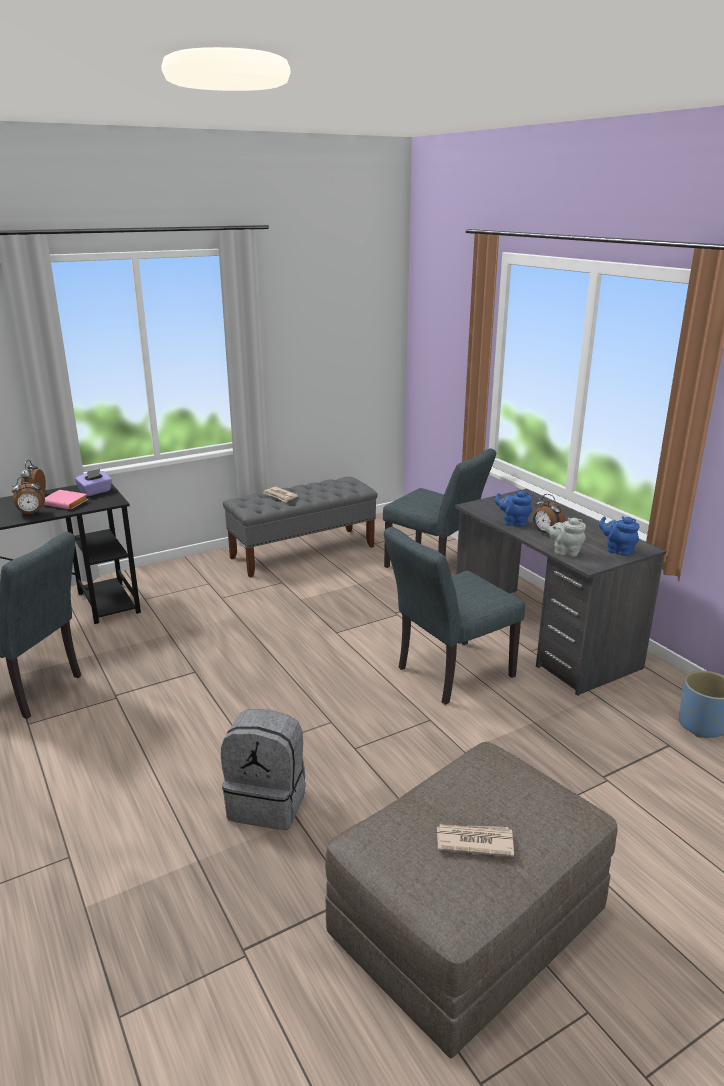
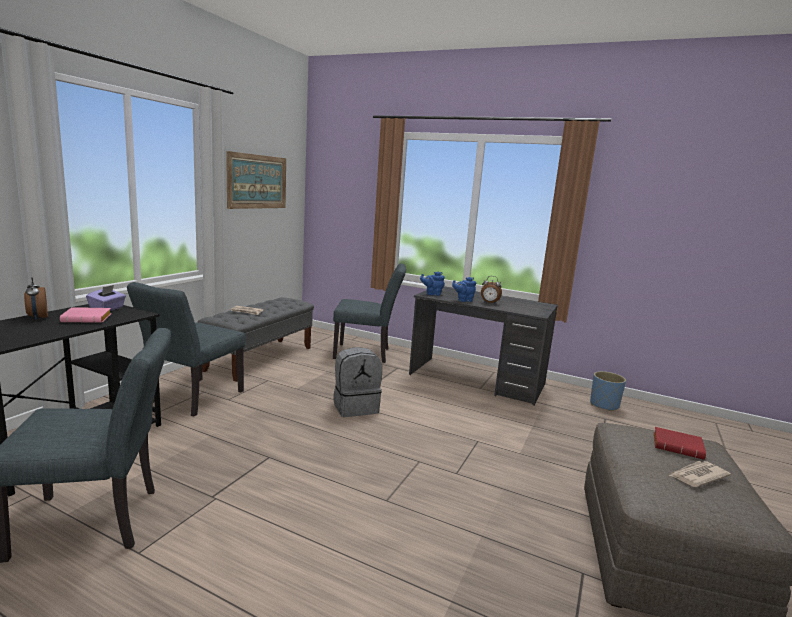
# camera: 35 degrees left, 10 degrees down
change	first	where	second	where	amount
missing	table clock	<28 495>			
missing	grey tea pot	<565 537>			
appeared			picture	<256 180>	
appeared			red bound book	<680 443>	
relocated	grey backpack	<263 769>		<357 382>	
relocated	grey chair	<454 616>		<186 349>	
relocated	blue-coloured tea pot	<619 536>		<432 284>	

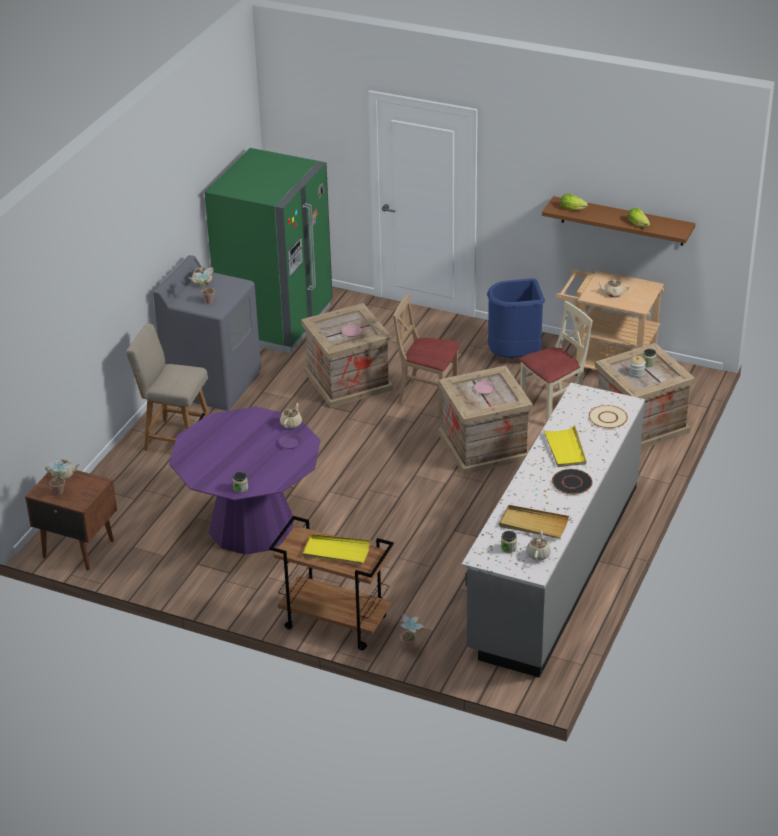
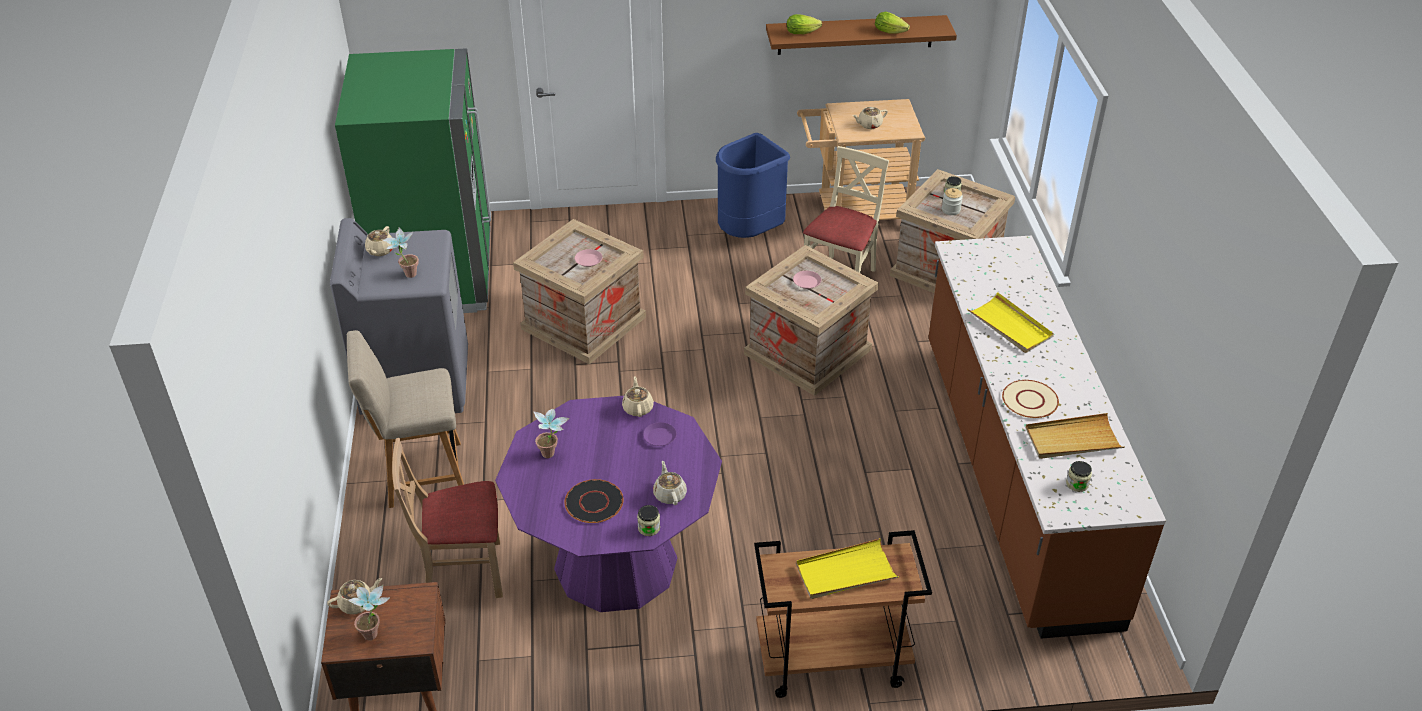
# camera: 30 degrees left, 5 degrees up
change	first	where	second	where	amount
relocated	sand-coloured chair	<426 354>		<447 518>	
relocated	houseplant	<412 631>		<551 433>	
relocated	sand-coloured tea pot	<538 545>		<670 483>	
relocated	black-coloured plate	<572 482>		<594 501>	
relocated	sand-coloured plate	<608 417>		<1030 399>	
colour	grey kitchen counter	<553 530>	brown-coloured kitchen counter	<1047 437>	

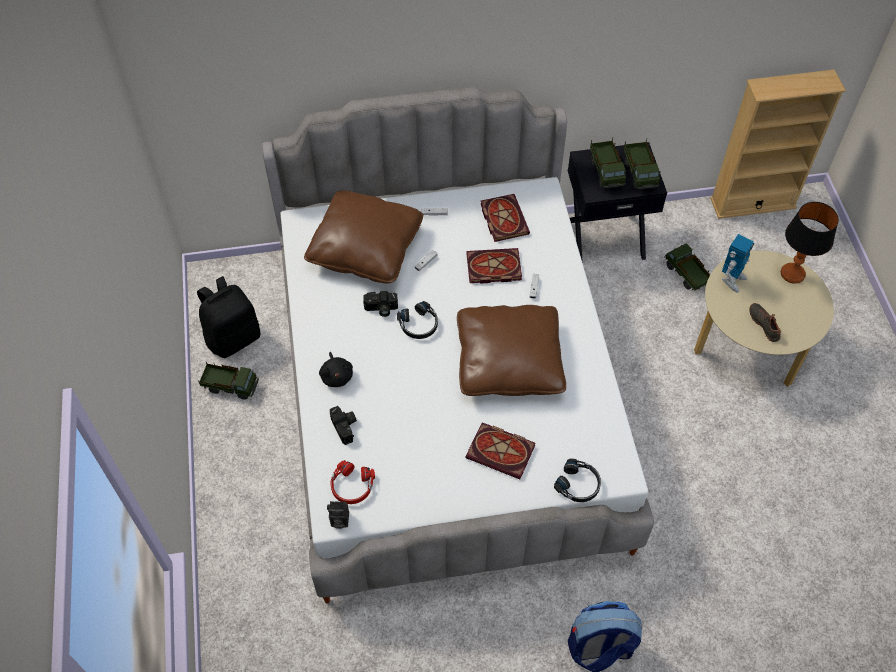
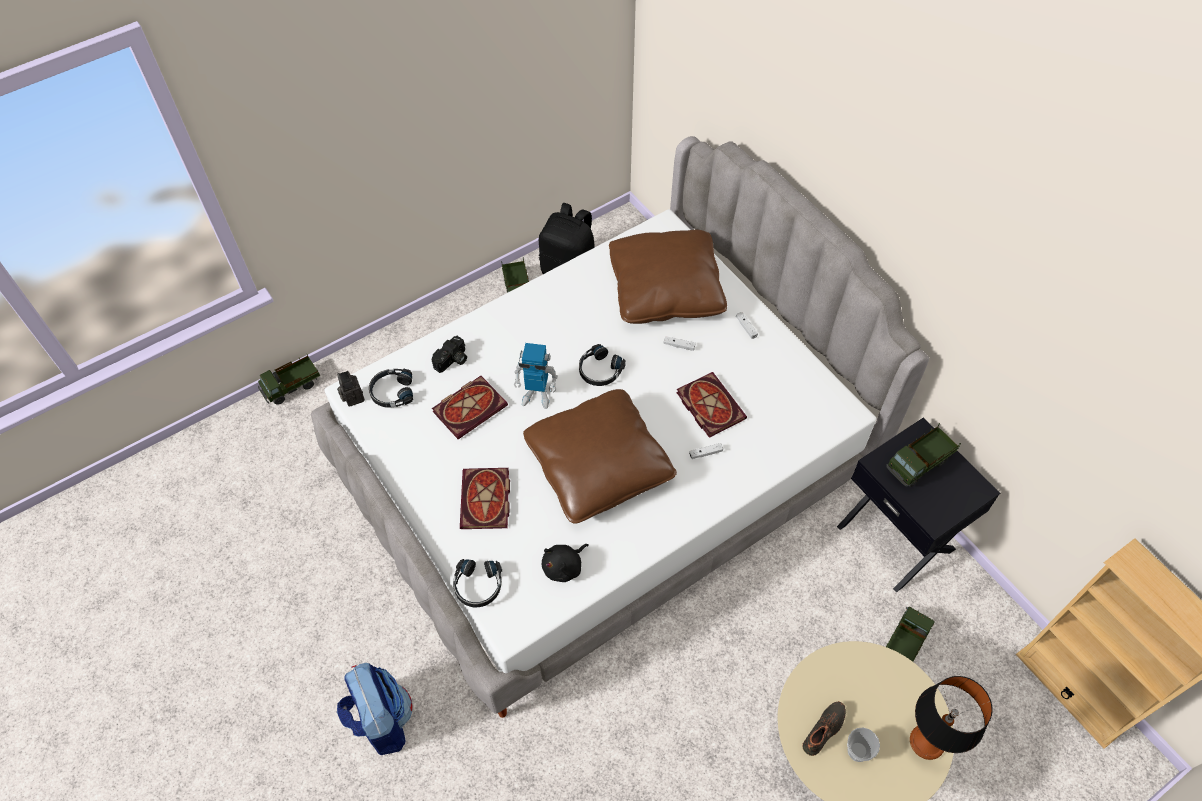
# camera: 65 degrees right, 0 degrees up
change	first	where	second	where	amount
missing	still camera	<380 304>			
appeared			cup	<863 745>	
relocated	black-coloured plush toy	<336 369>		<565 563>	
relocated	bound book	<505 218>		<470 407>	
relocated	toy truck	<642 164>		<289 379>	
relocated	robot figure	<738 263>		<535 376>	
colour	red pair of headphones	<352 482>	black-coloured pair of headphones	<391 388>	

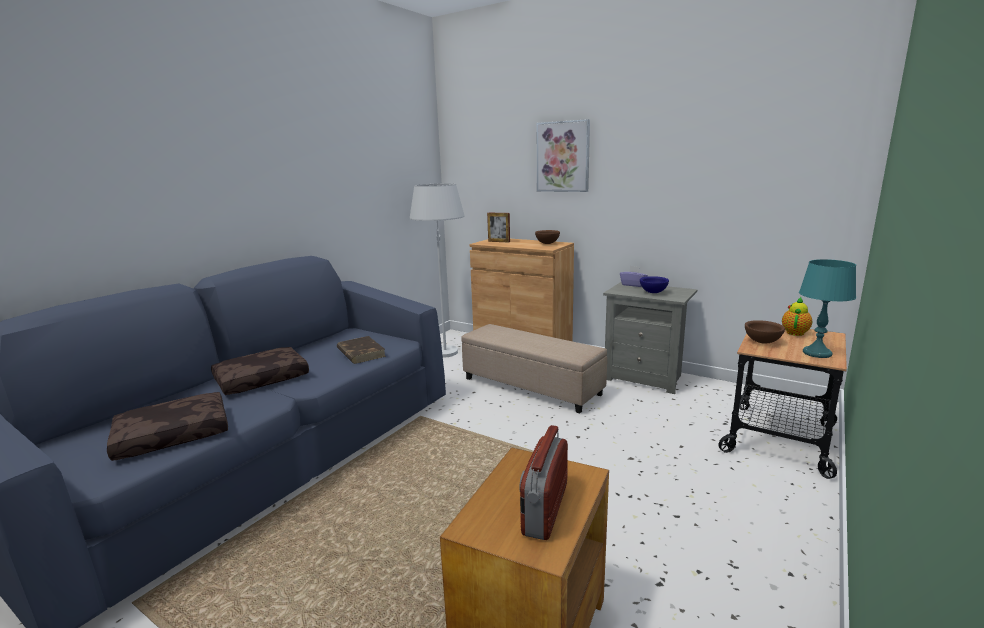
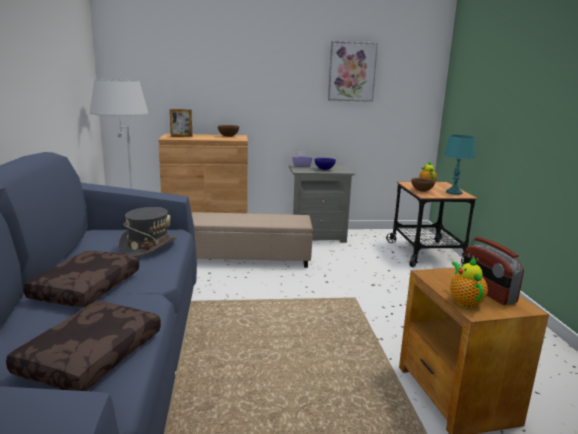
# camera: 40 degrees left, 0 degrees up
change	first	where	second	where	amount
appeared			tea pot	<469 282>	
relocated	picture	<563 155>		<353 71>	
exchanged	brown-coloured bound book	<361 350>	grey clothing hat	<148 232>	

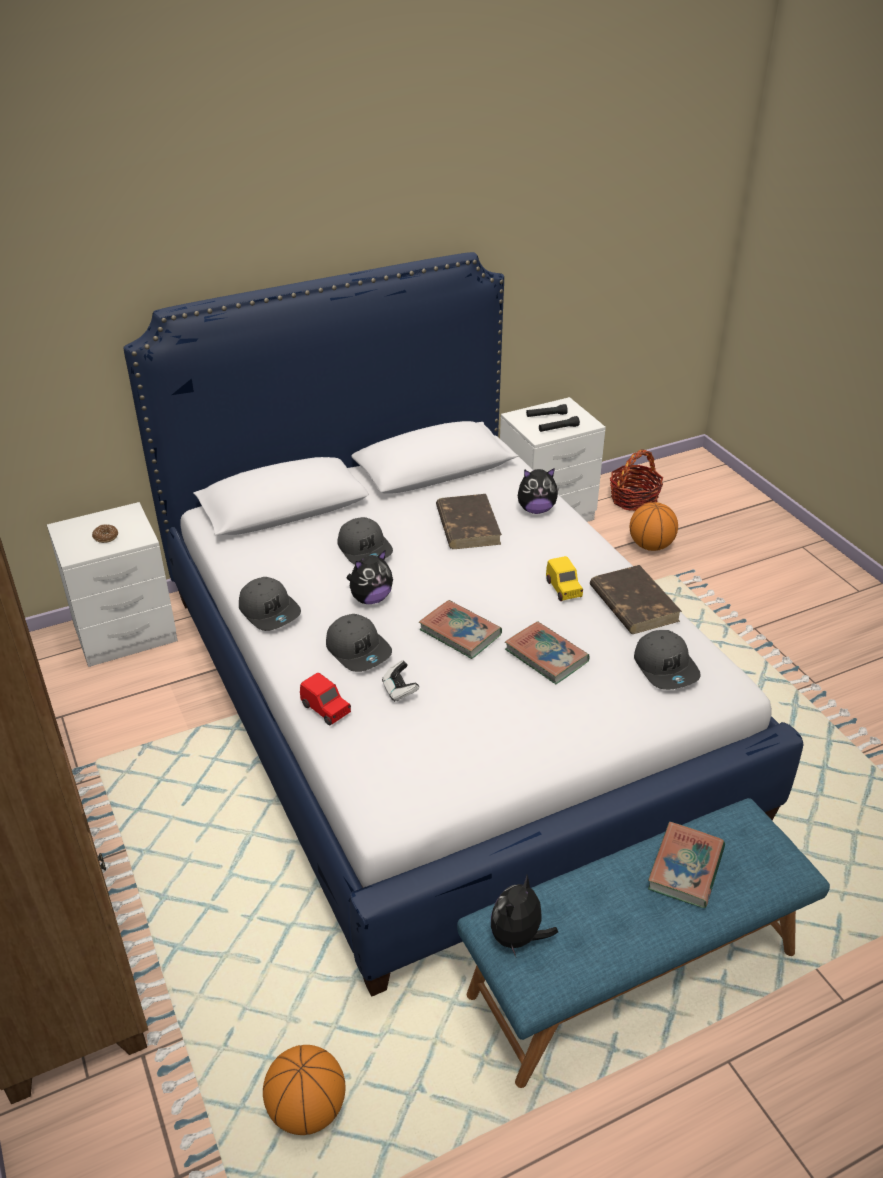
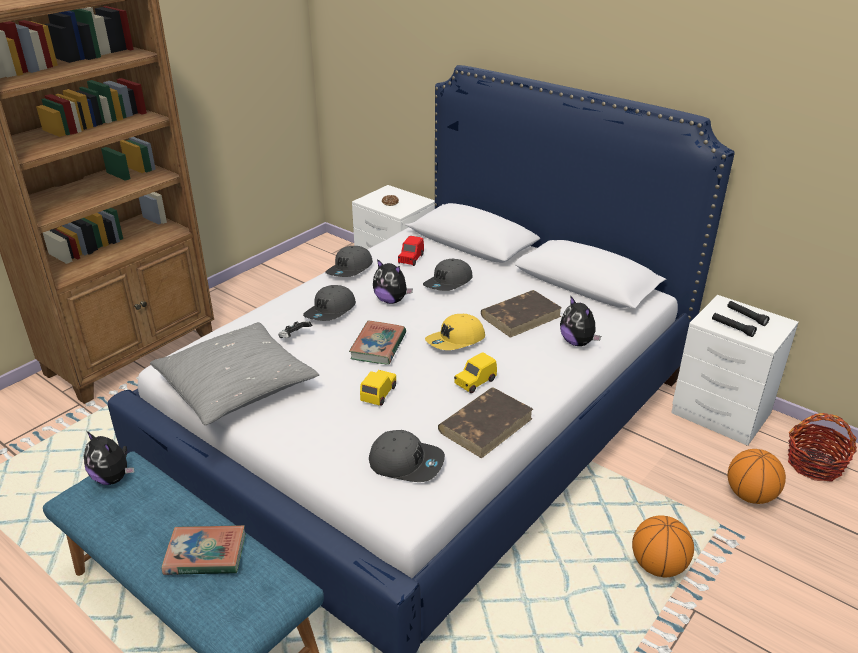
# camera: 65 degrees right, 5 degrees down
change	first	where	second	where	amount
appeared			grey pillow	<234 373>	
appeared			yellow baseball cap	<455 332>	
relocated	basketball ball	<304 1090>		<663 546>	
relocated	red toy car	<325 699>		<411 251>	
exchanged	bound book	<547 652>	yellow toy car	<378 387>	
spun	plush toy	<524 916>		<109 458>	150 degrees counterclockwise
spun	grey baseball cap	<667 660>		<407 456>	120 degrees counterclockwise

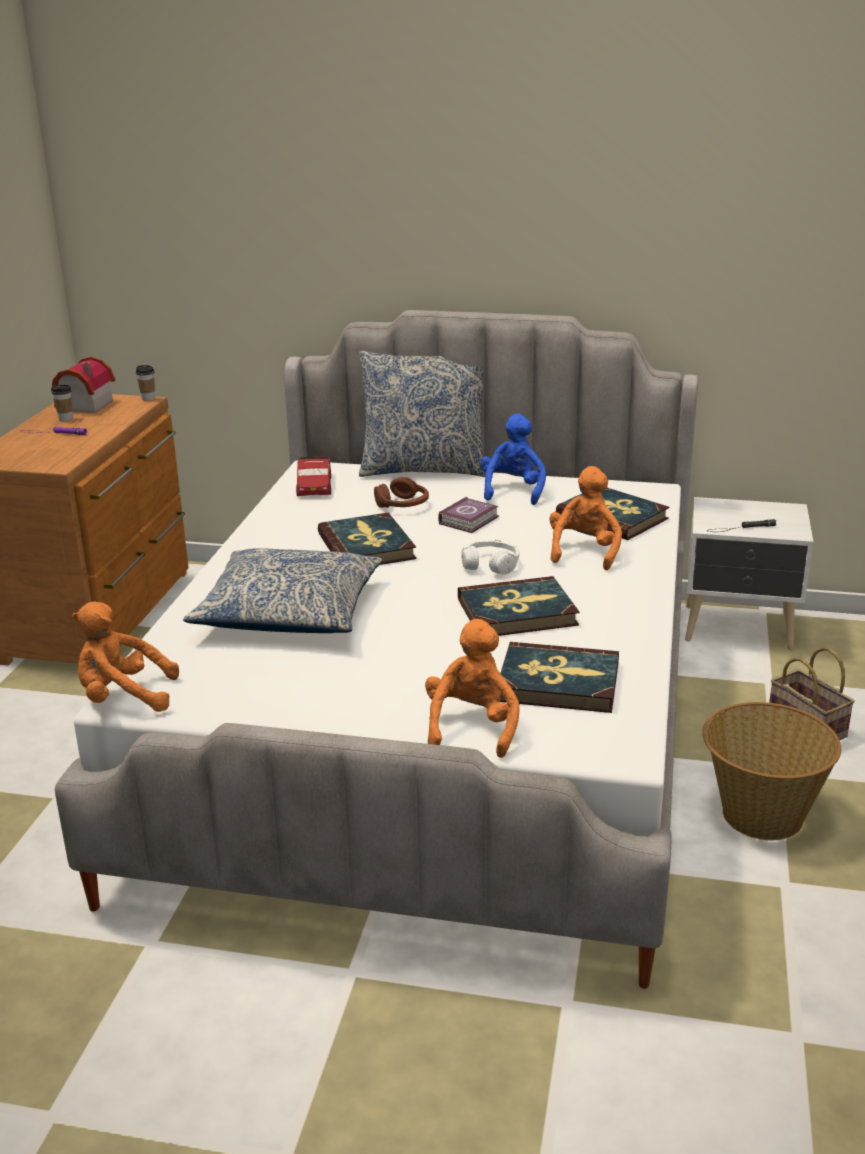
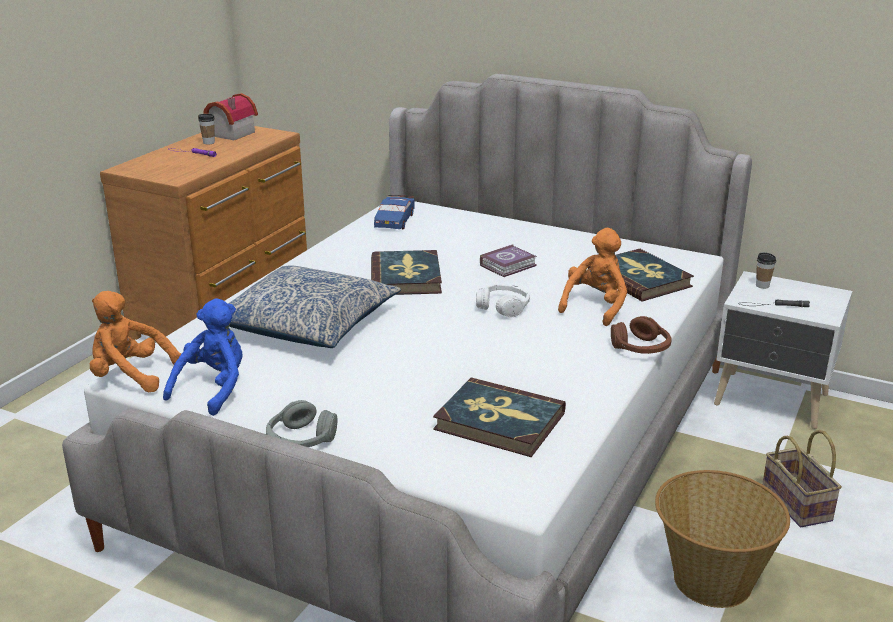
# camera: 15 degrees right, 0 degrees up
change	first	where	second	where	amount
missing	pillow	<422 414>			
missing	orange-coloured plush toy	<472 688>			
missing	bound book	<519 606>			
appeared			grey pair of headphones	<301 423>	
relocated	cup	<145 383>		<766 270>	
relocated	brown-coloured pair of headphones	<401 492>		<641 335>	
relocated	blue-coloured plush toy	<513 459>		<203 357>	
colour	red toy car	<313 476>	blue-coloured toy car	<394 212>	

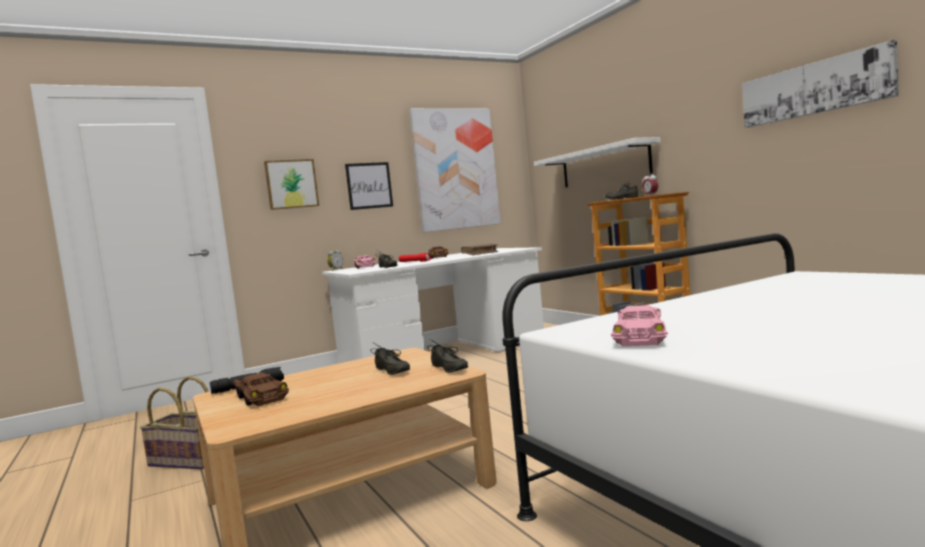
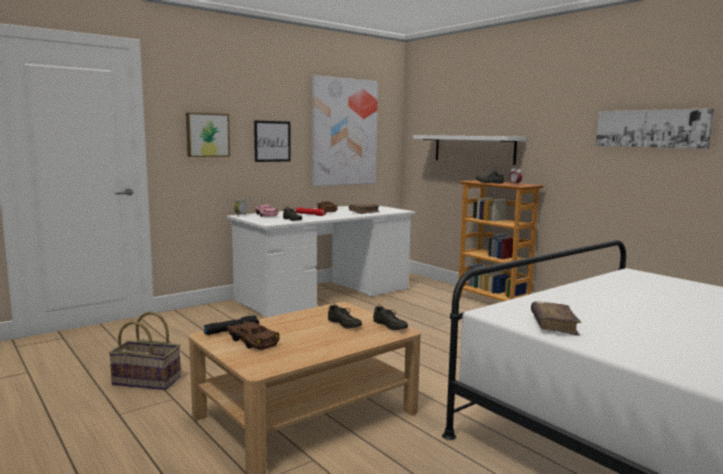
# camera: 10 degrees left, 5 degrees up
change	first	where	second	where	amount
exchanged	pink toy car	<639 325>	brown-coloured bound book	<556 318>	

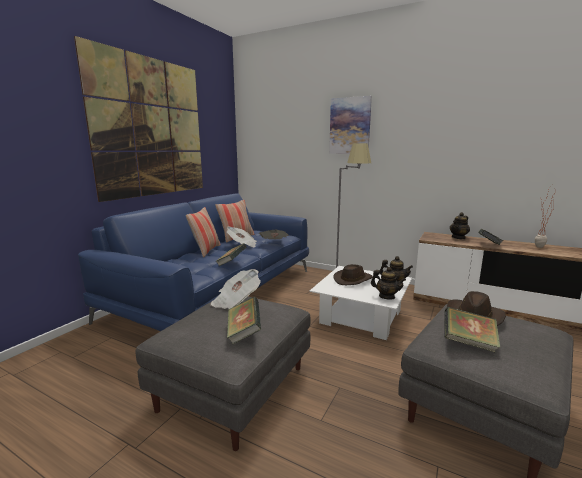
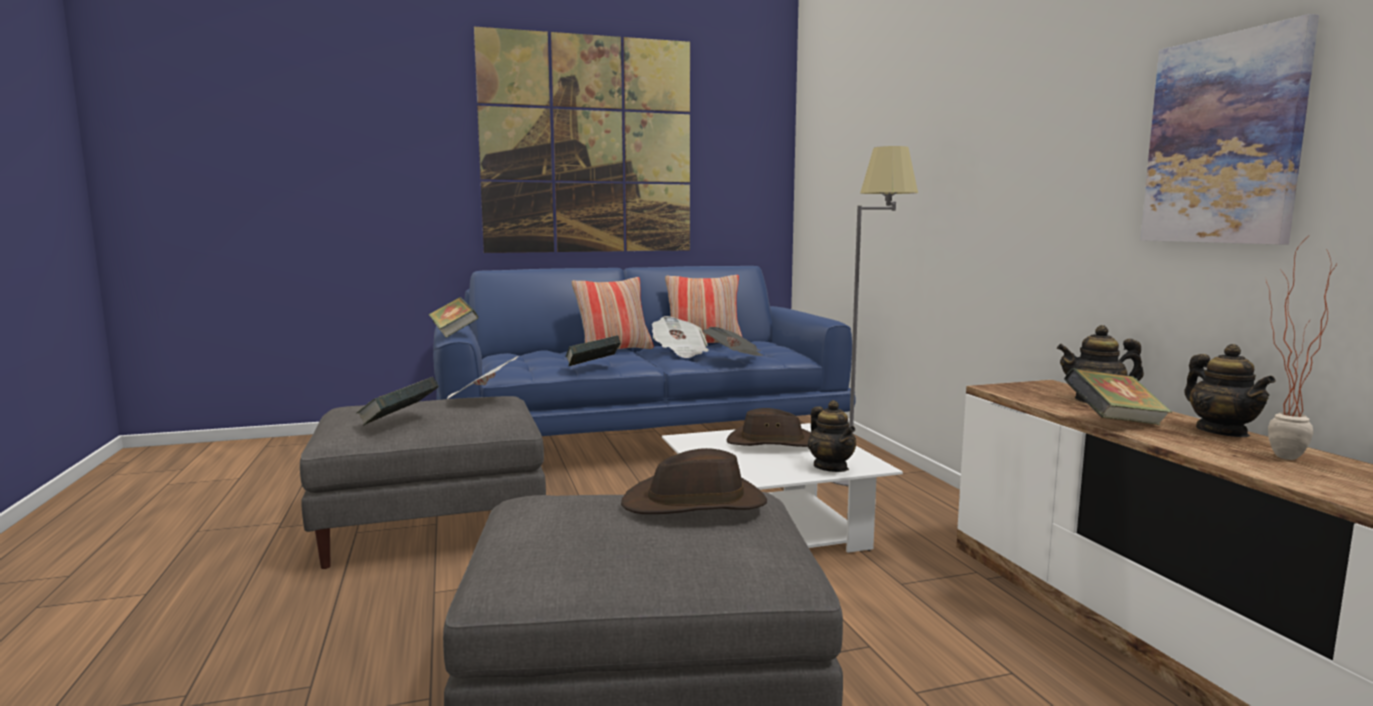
# camera: 45 degrees right, 5 degrees down
change	first	where	second	where	amount
relocated	picture	<350 125>		<1229 129>	
relocated	tea pot	<388 283>		<1229 390>	
relocated	bound book	<473 330>		<453 317>	

